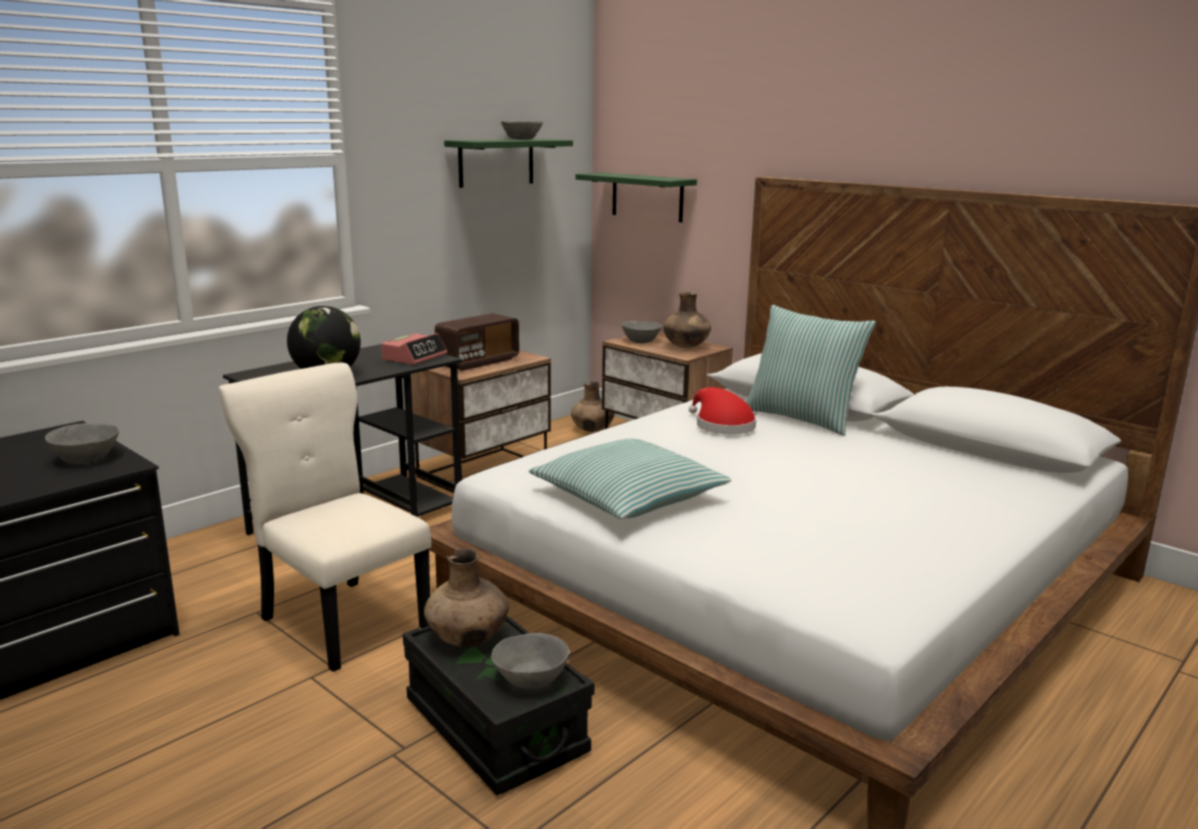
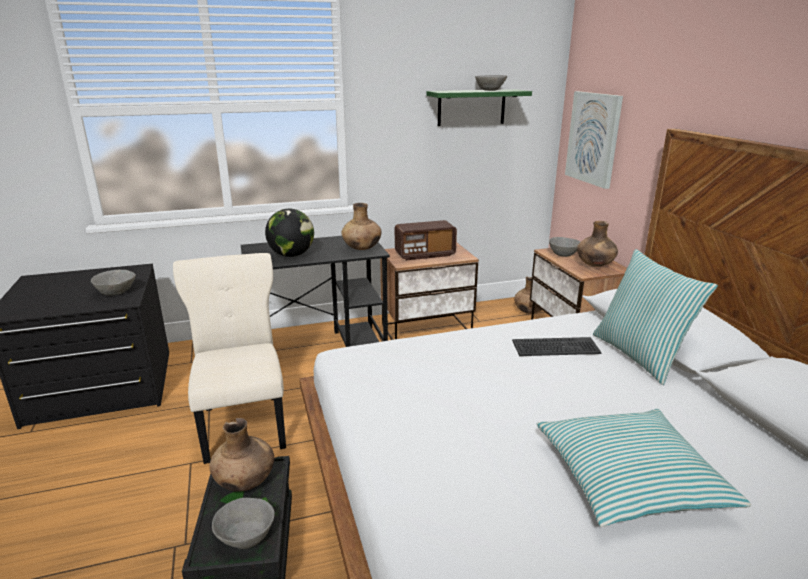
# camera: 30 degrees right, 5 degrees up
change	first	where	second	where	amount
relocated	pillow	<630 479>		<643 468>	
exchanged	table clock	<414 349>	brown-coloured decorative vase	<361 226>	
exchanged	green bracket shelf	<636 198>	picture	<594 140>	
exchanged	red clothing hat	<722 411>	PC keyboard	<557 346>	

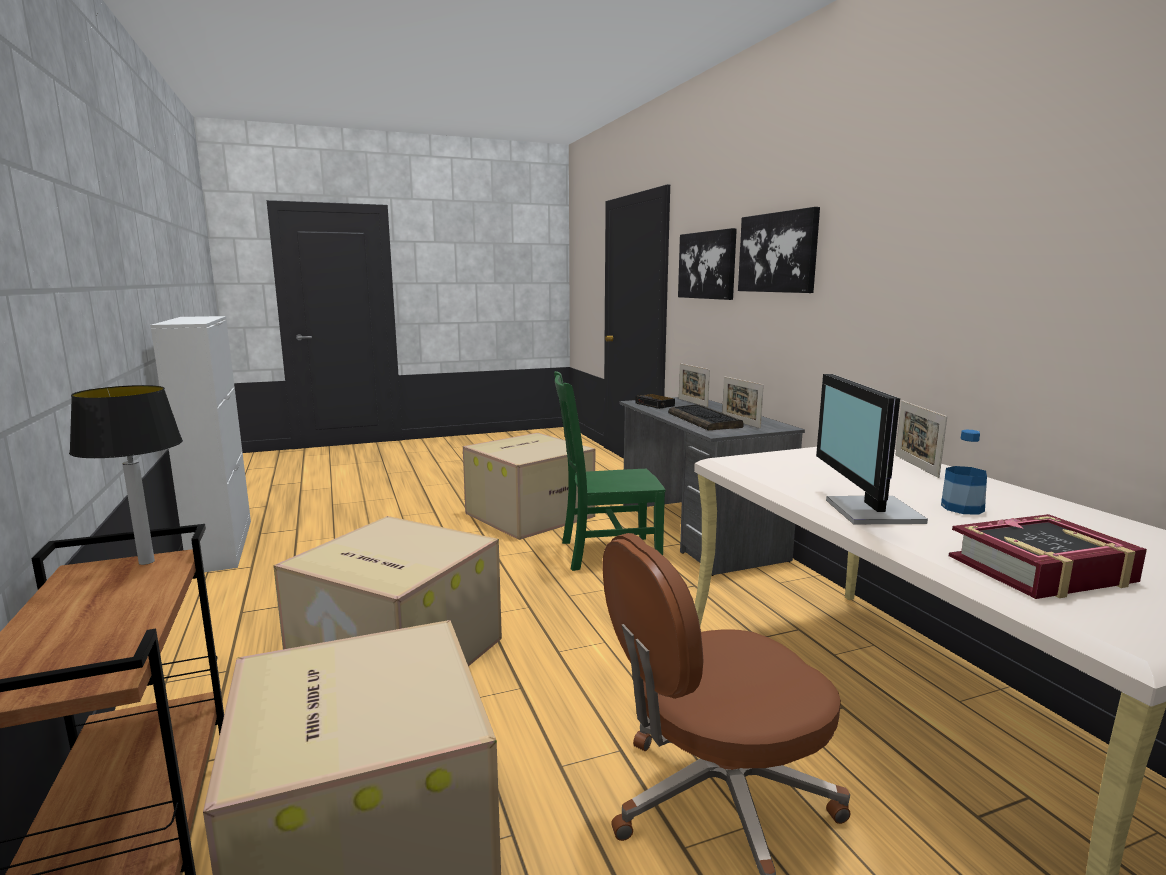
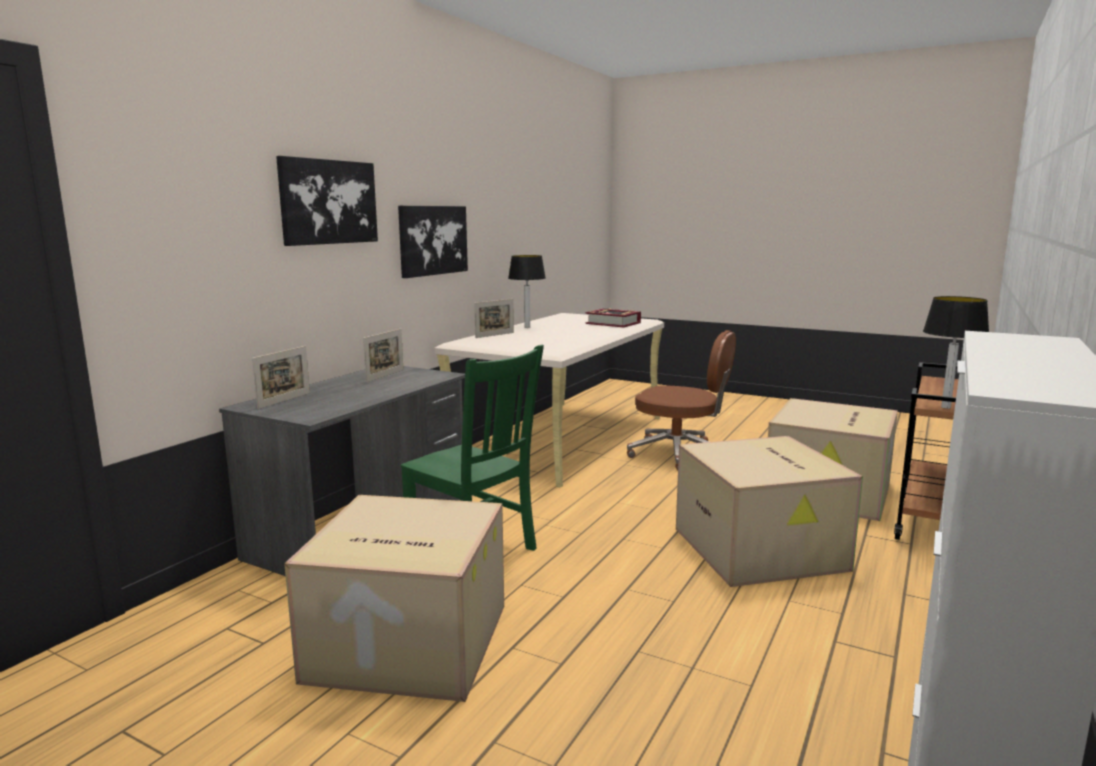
# camera: 130 degrees left, 0 degrees up
change	first	where	second	where	amount
missing	table clock	<655 401>			
missing	PC keyboard	<706 417>			
missing	computer screen	<872 449>			
missing	drink bottle	<964 472>			
appeared			tabletop lamp	<527 291>	
relocated	picture	<707 264>		<433 242>	

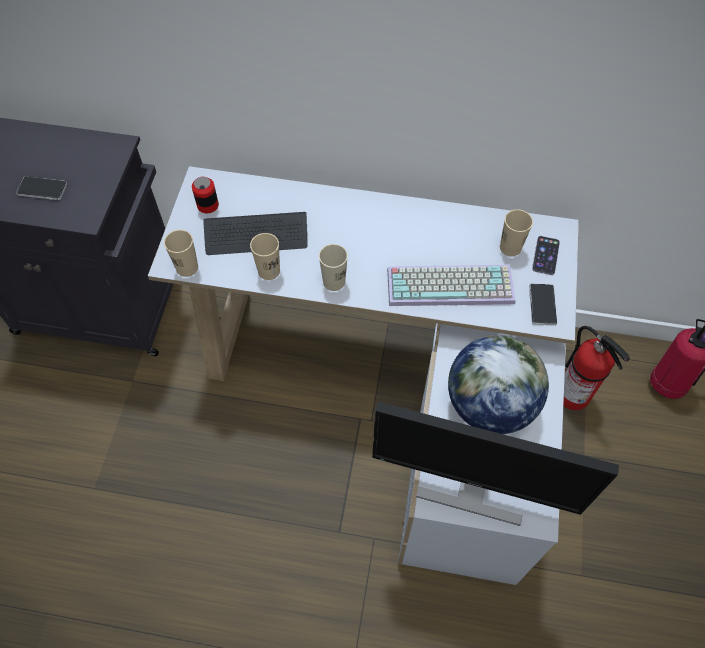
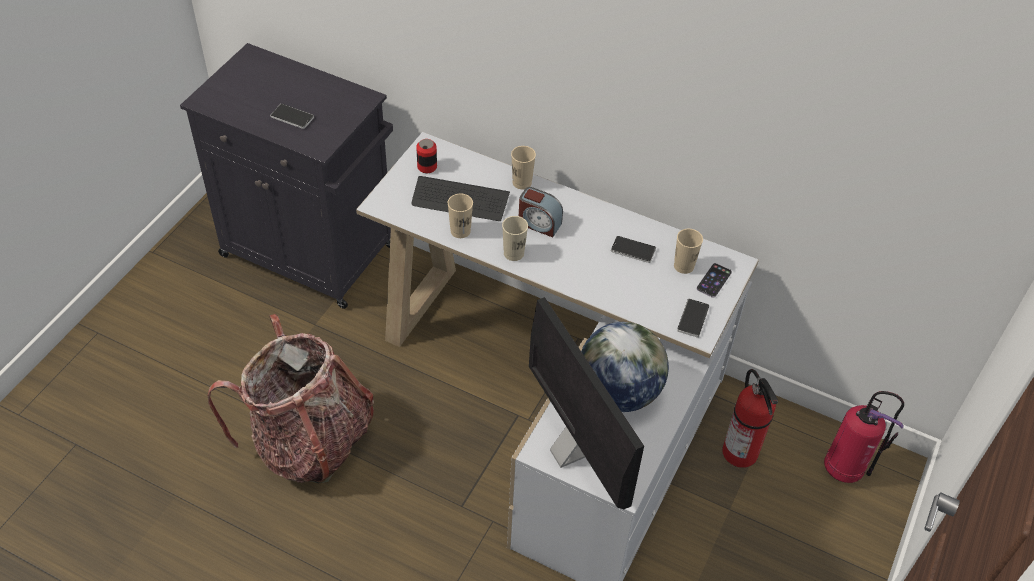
# camera: 15 degrees right, 10 degrees down
change	first	where	second	where	amount
missing	PC keyboard	<451 285>			
appeared			backpack	<291 398>	
appeared			table clock	<541 212>	
appeared			telephone	<633 249>	
relocated	sand-coloured cup	<181 253>		<523 167>	
spun	computer screen	<495 464>		<586 403>	150 degrees counterclockwise

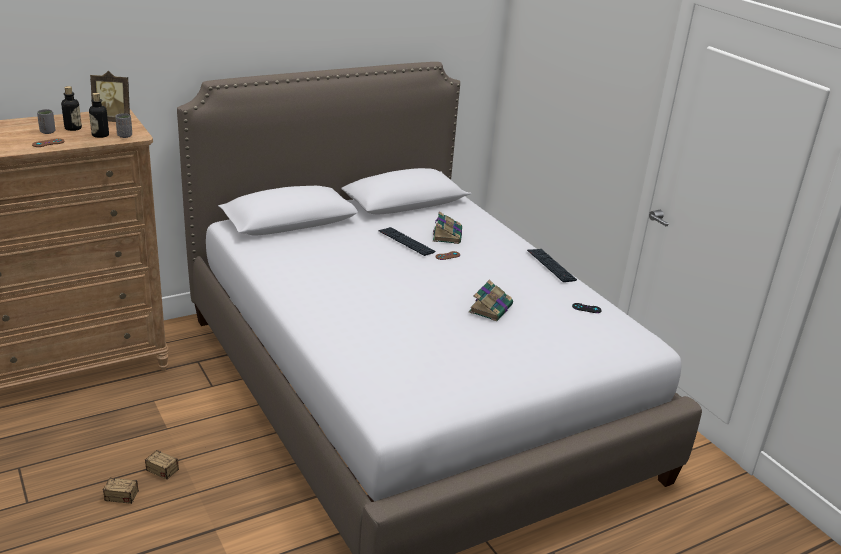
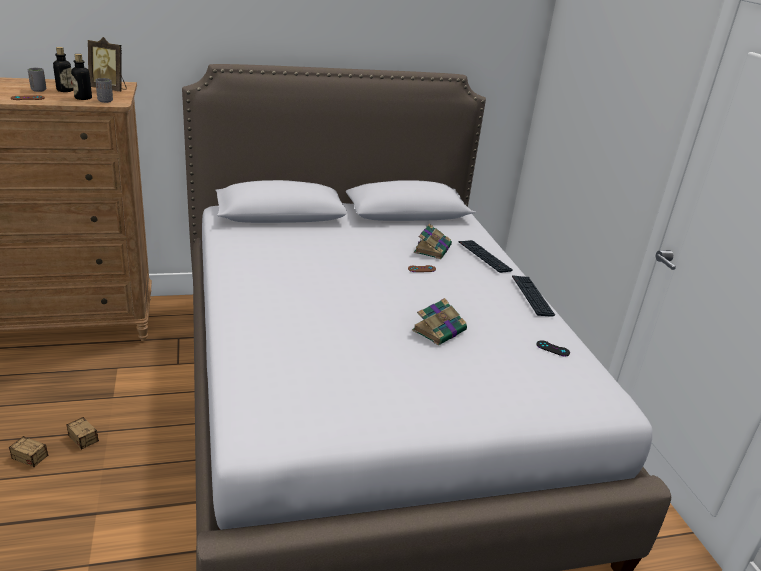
# camera: 15 degrees right, 0 degrees up
change	first	where	second	where	amount
relocated	PC keyboard	<407 241>		<486 256>	

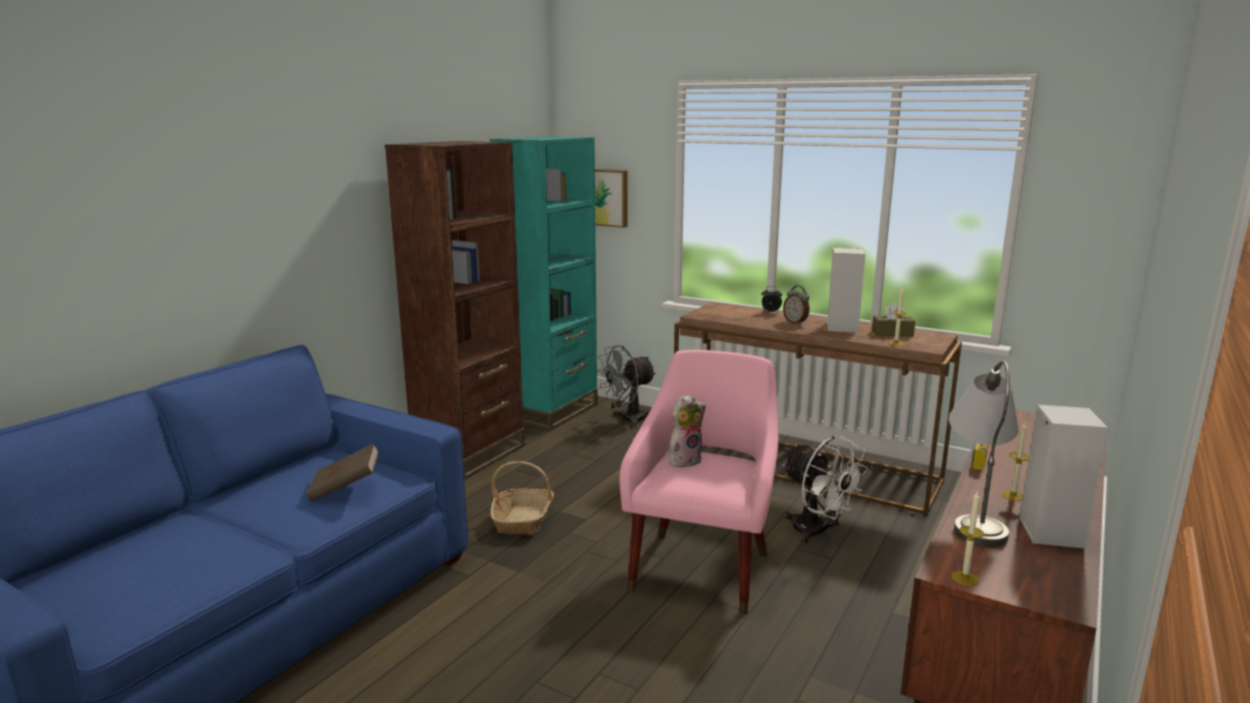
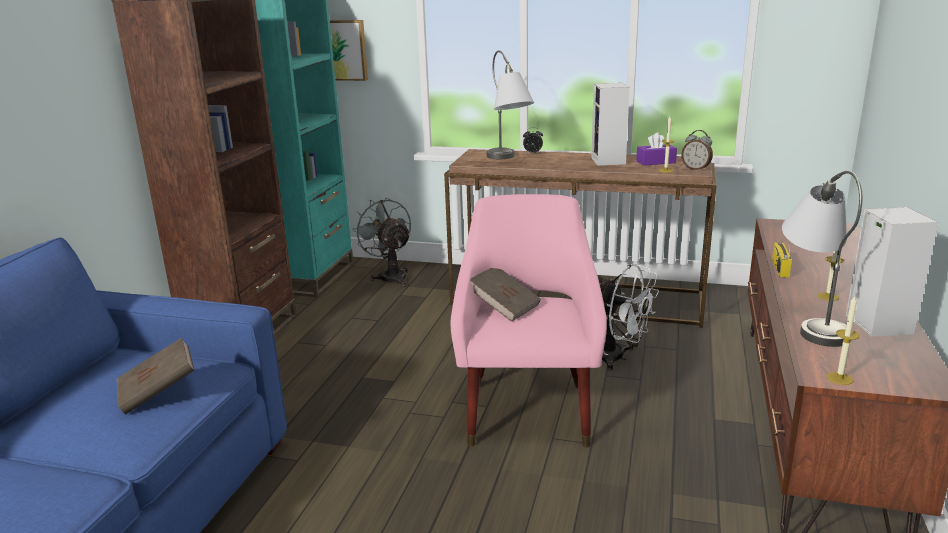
# camera: 15 degrees left, 5 degrees up
change	first	where	second	where	amount
missing	household basket	<522 498>			
appeared			grey tabletop lamp	<510 104>	
relocated	table clock	<796 305>		<697 150>	
exchanged	plush toy	<687 430>	brown-coloured bound book	<505 295>	
colour	brown-coloured box of tissues	<893 320>	purple box of tissues	<656 149>	
spun	grey cooling fan	<626 386>		<381 242>	105 degrees clockwise

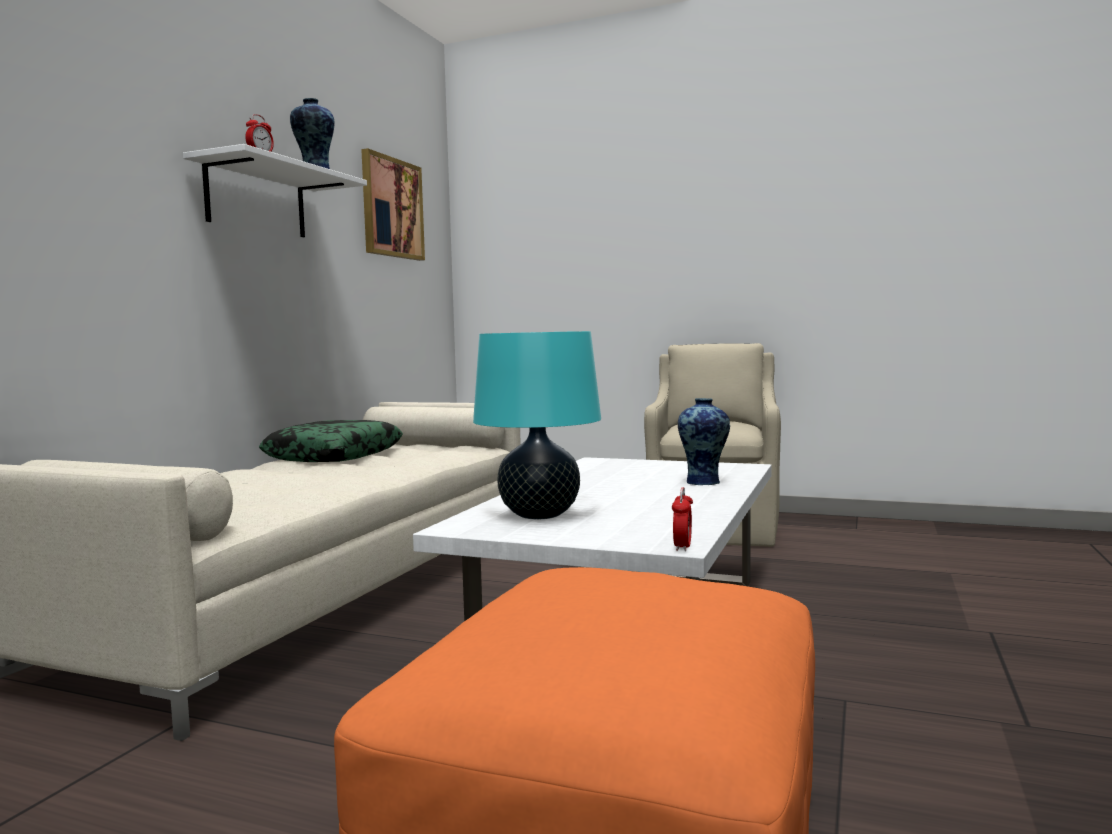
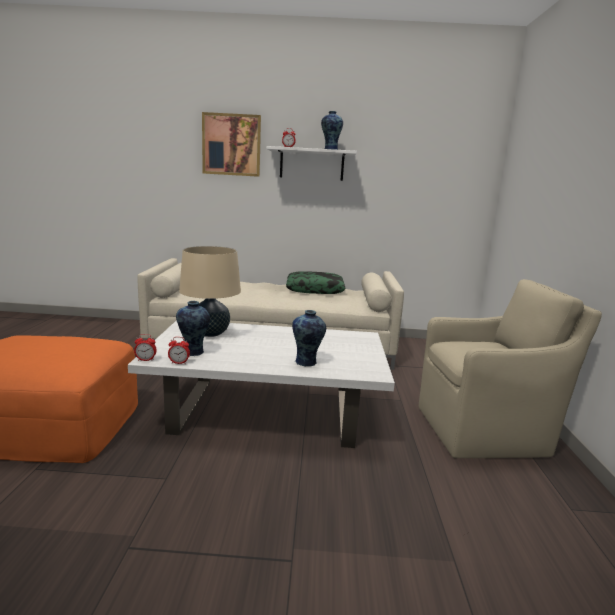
# camera: 70 degrees right, 10 degrees up
change	first	where	second	where	amount
appeared			table clock	<179 350>	
appeared			decorative vase	<193 328>	
relocated	picture	<393 204>		<231 144>	
colour	blue-green tabletop lamp	<537 425>	sand-coloured tabletop lamp	<210 291>	

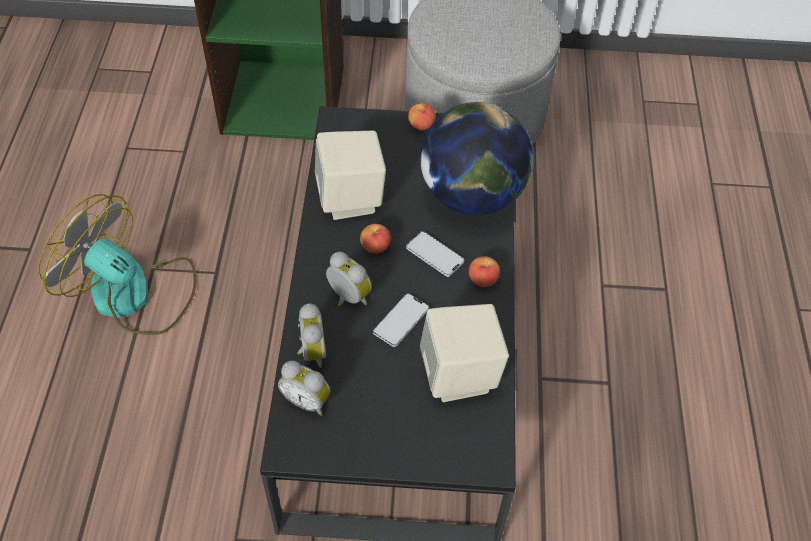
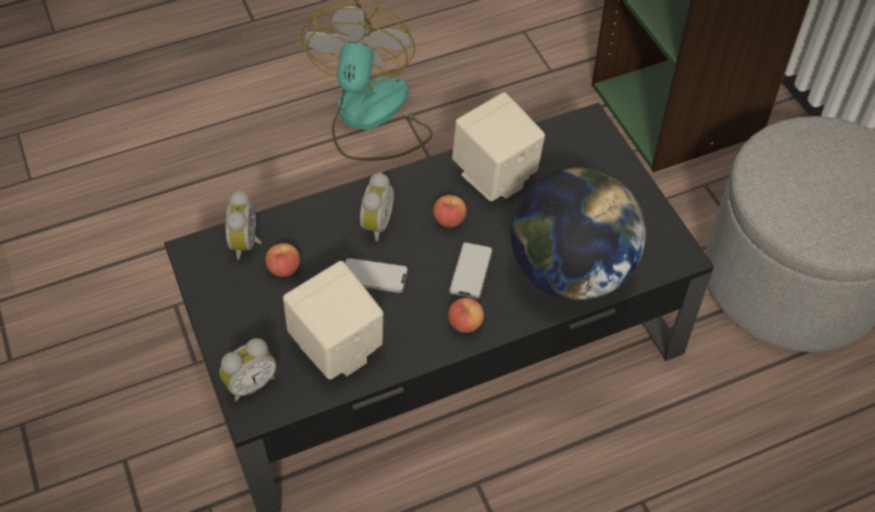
# camera: 65 degrees right, 0 degrees up
change	first	where	second	where	amount
relocated	table clock	<311 335>		<248 370>	
relocated	apple	<422 116>		<282 260>	

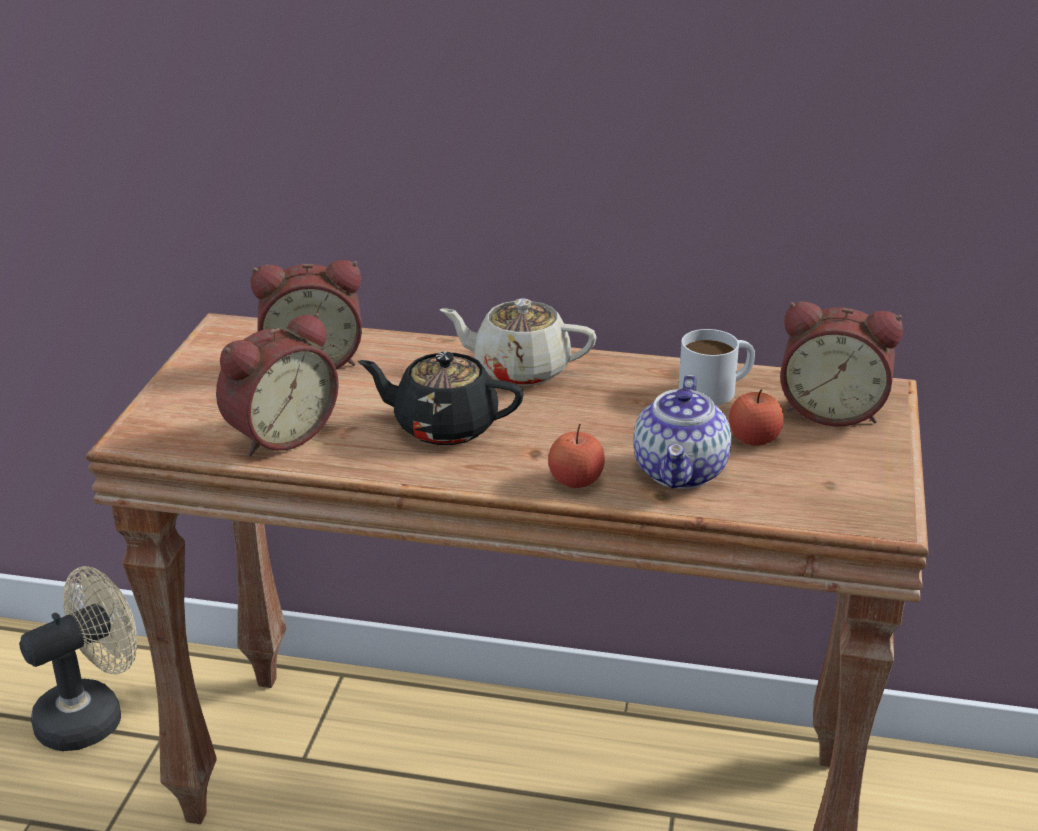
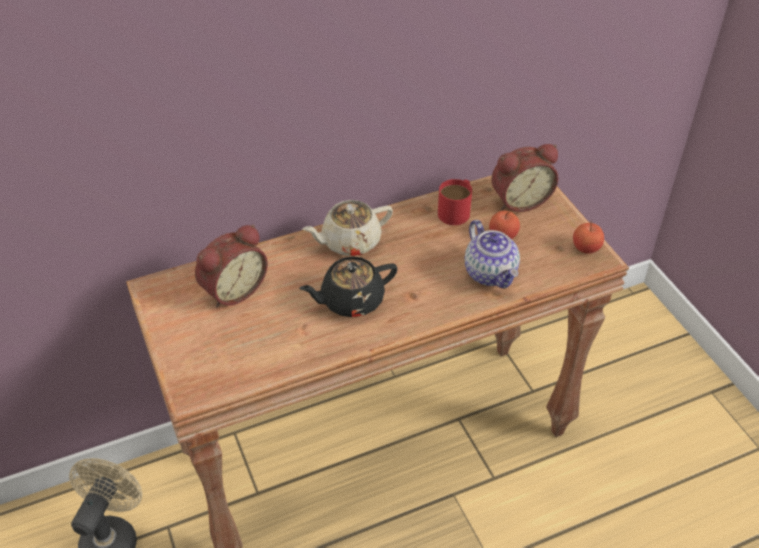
# camera: 35 degrees left, 15 degrees up
change	first	where	second	where	amount
missing	table clock	<277 384>			
relocated	apple	<576 456>		<588 237>	
colour	whitish coffee mug	<716 367>	red coffee mug	<455 202>	

